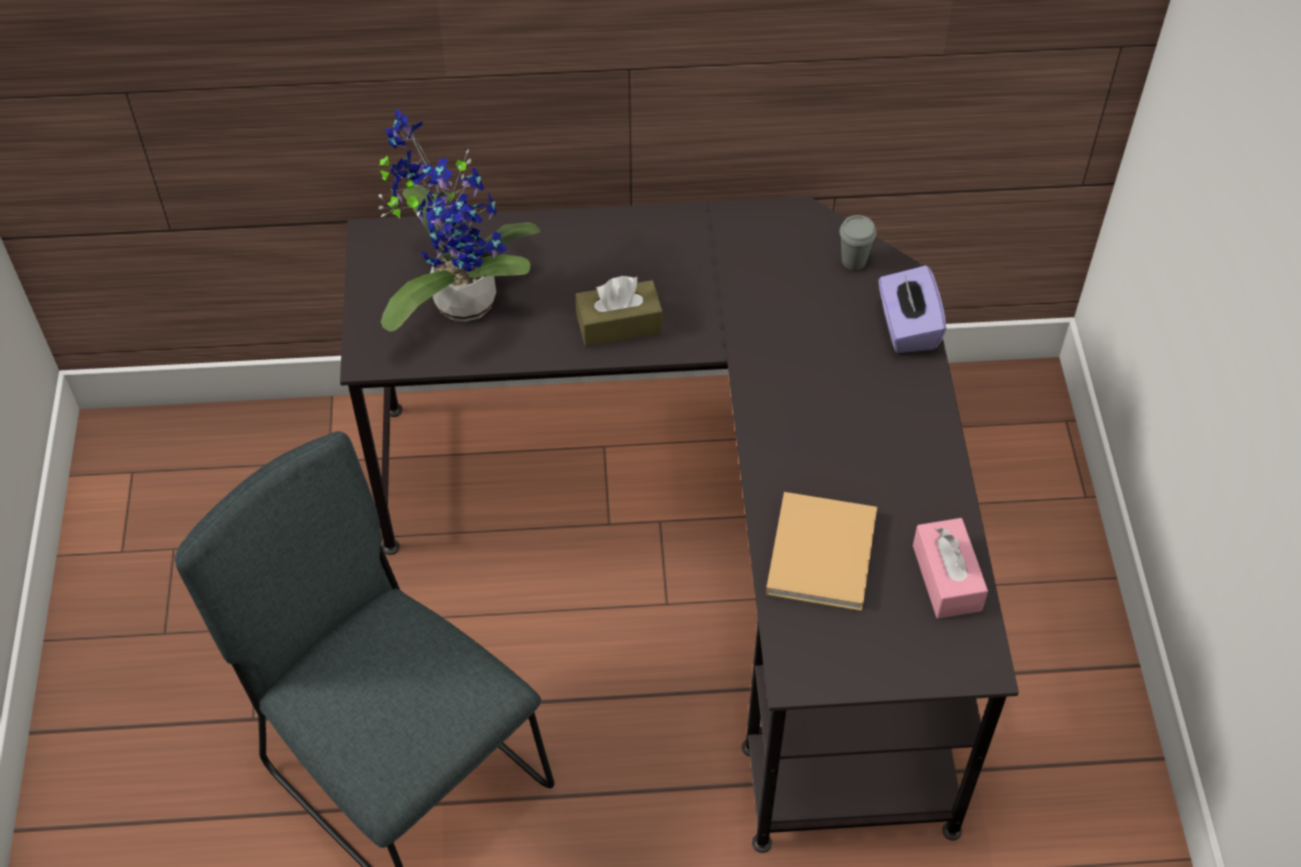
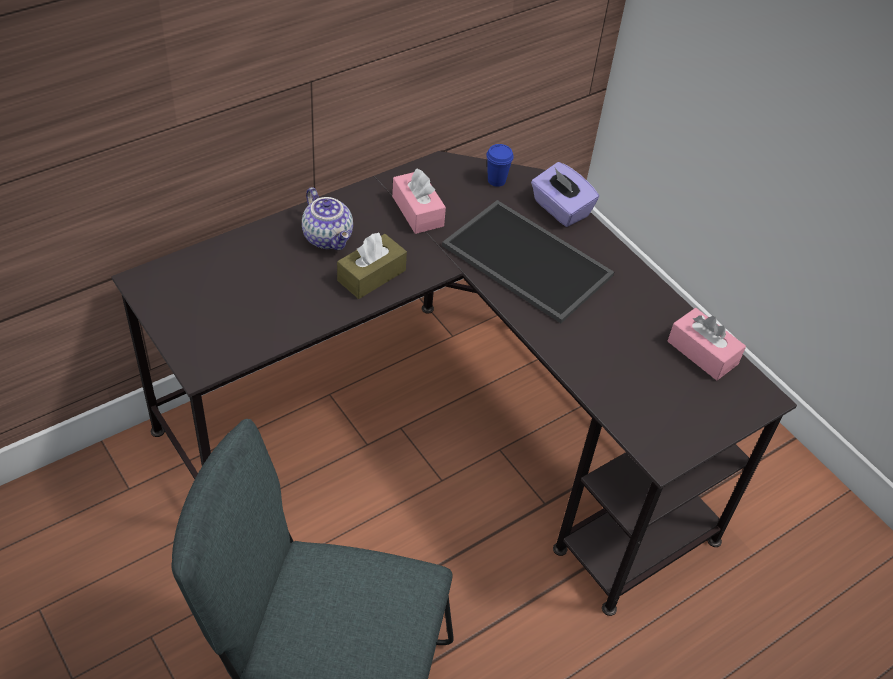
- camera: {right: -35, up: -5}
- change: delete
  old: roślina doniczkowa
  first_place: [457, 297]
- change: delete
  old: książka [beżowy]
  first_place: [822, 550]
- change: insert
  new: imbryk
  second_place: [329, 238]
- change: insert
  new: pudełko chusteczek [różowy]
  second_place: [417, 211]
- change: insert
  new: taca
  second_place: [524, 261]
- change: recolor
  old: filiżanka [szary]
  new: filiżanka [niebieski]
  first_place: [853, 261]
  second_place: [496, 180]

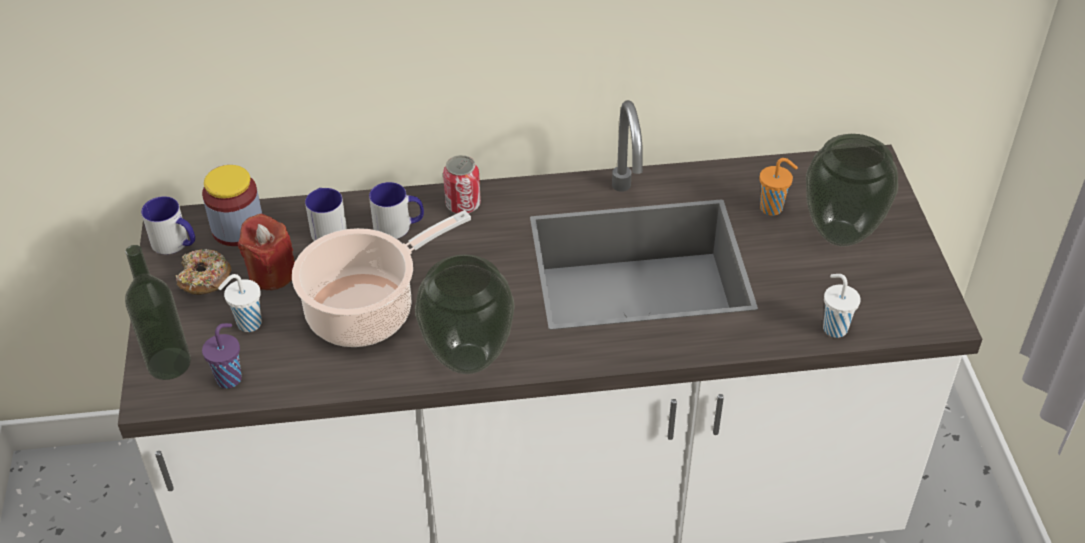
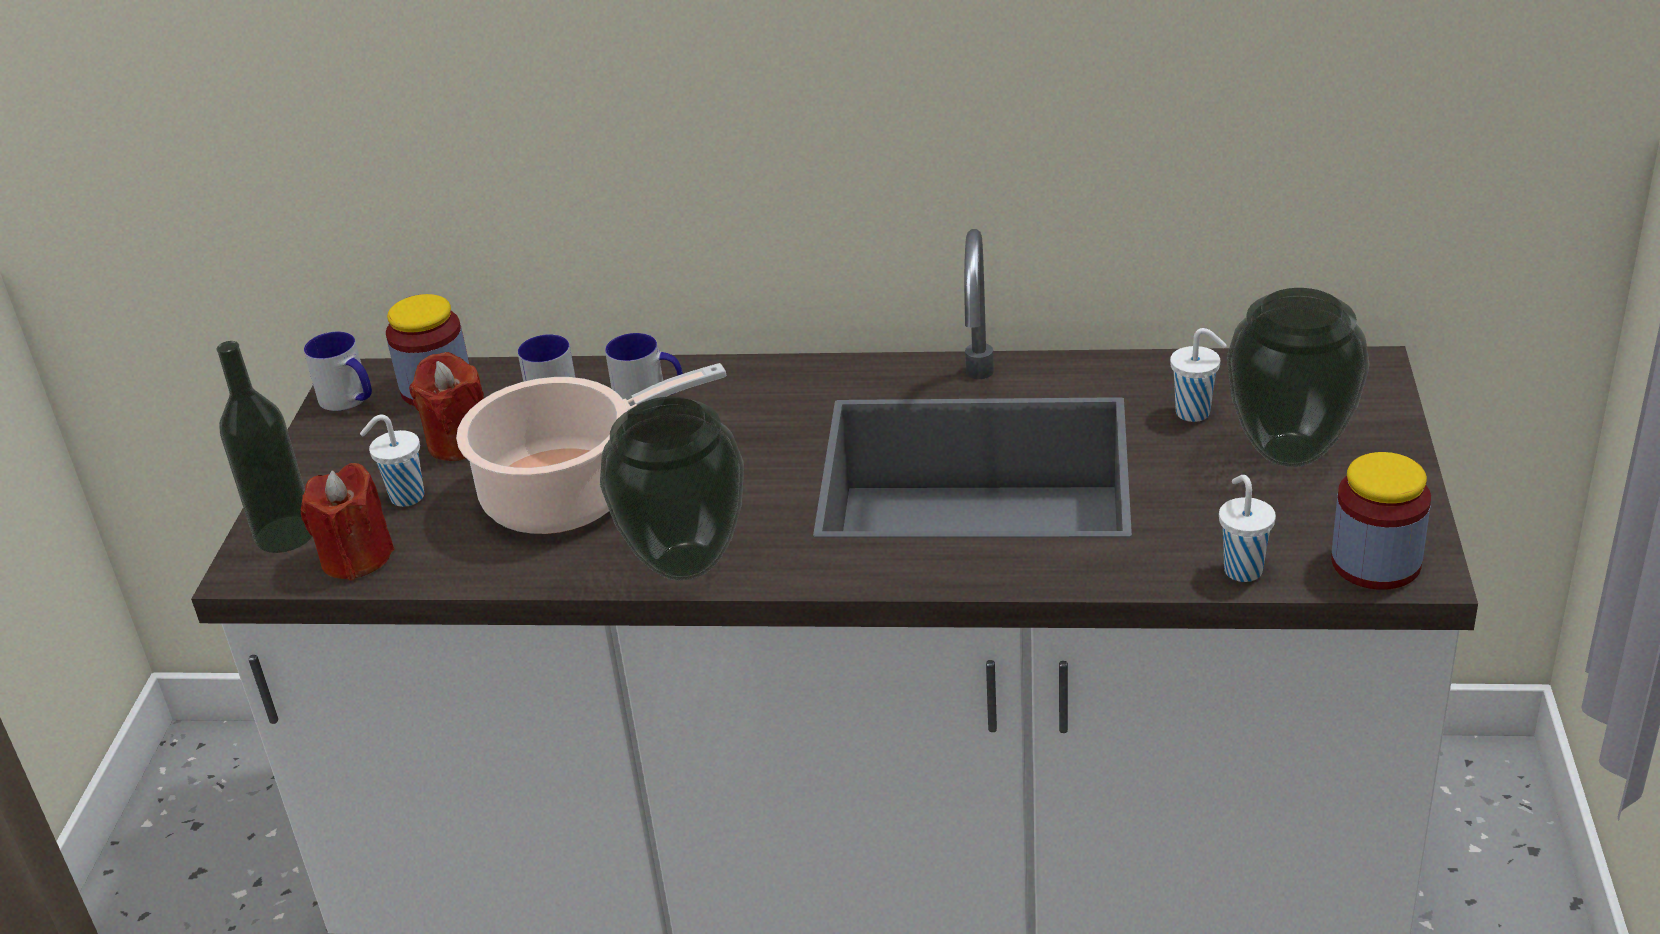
- camera: {right: 15, up: -10}
- change: delete
  old: donut
  first_place: [204, 279]
- change: delete
  old: puszka
  first_place: [463, 204]
- change: insert
  new: słoik
  second_place: [1375, 563]
- change: replace
  old: filiżanka [fioletowy]
  new: świeca [czerwony]
  first_place: [230, 378]
  second_place: [356, 557]
- change: recolor
  old: filiżanka [pomarańczowy]
  new: filiżanka [biały]
  first_place: [772, 208]
  second_place: [1195, 413]

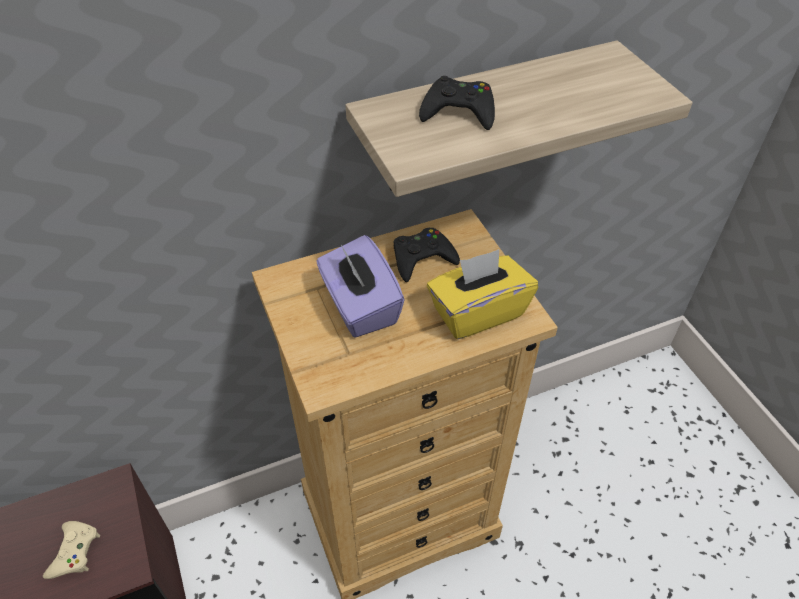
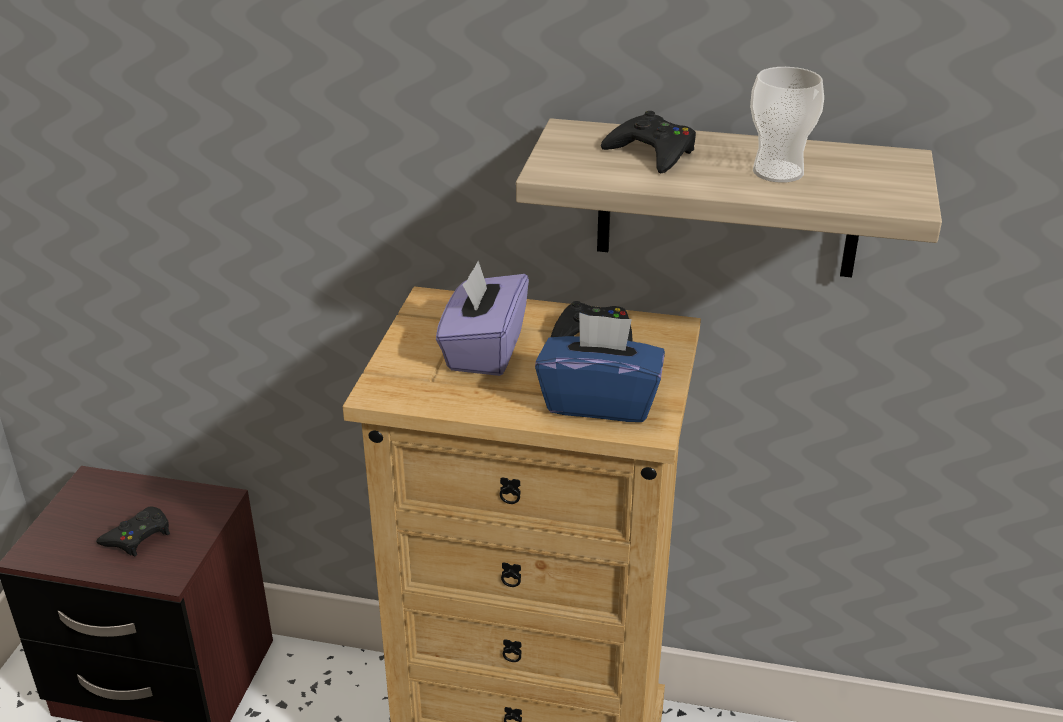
- camera: {right: 35, up: -15}
- change: insert
  new: filiżanka
  second_place: [778, 172]
- change: recolor
  old: pad do gier [beżowy]
  new: pad do gier [czarny]
  first_place: [74, 552]
  second_place: [138, 536]
- change: recolor
  old: pudełko chusteczek [żółty]
  new: pudełko chusteczek [niebieski]
  first_place: [477, 312]
  second_place: [600, 402]

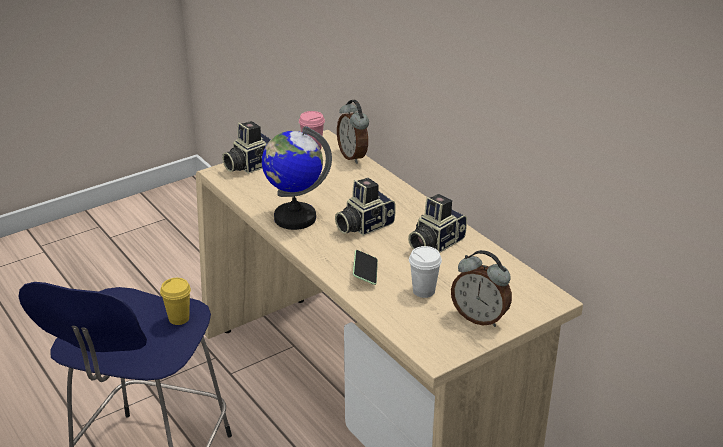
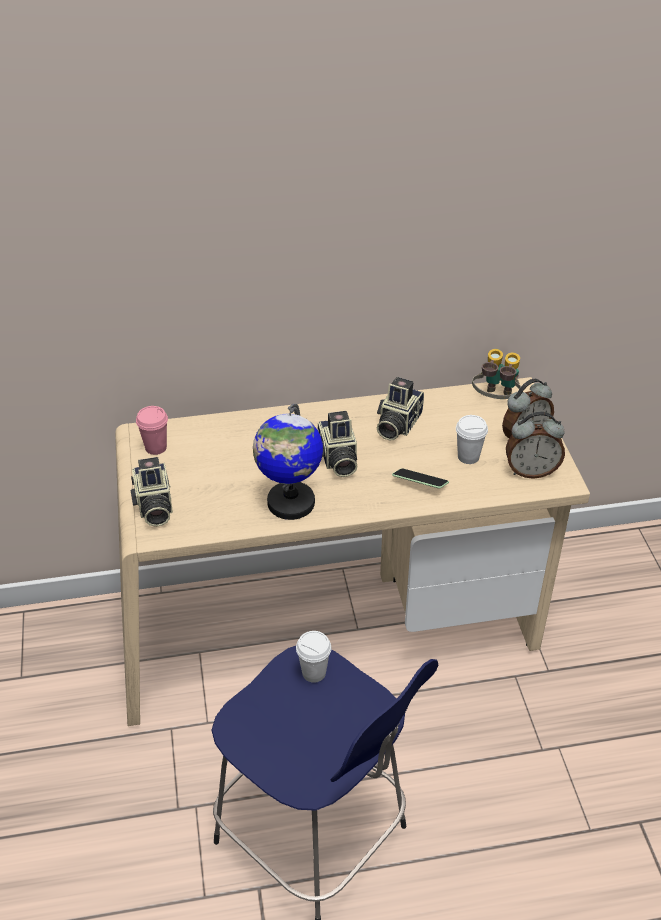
- camera: {right: -65, up: 10}
- change: insert
  new: lornetka
  second_place: [495, 400]
- change: move
  old: budzik
  first_place: [353, 156]
  second_place: [531, 471]
- change: recolor
  old: filiżanka [żółty]
  new: filiżanka [biały]
  first_place: [179, 318]
  second_place: [314, 673]
- change: rotate
  old: aparat fotograficzny
  first_place: [434, 243]
  second_place: [396, 424]
  degrees: 45

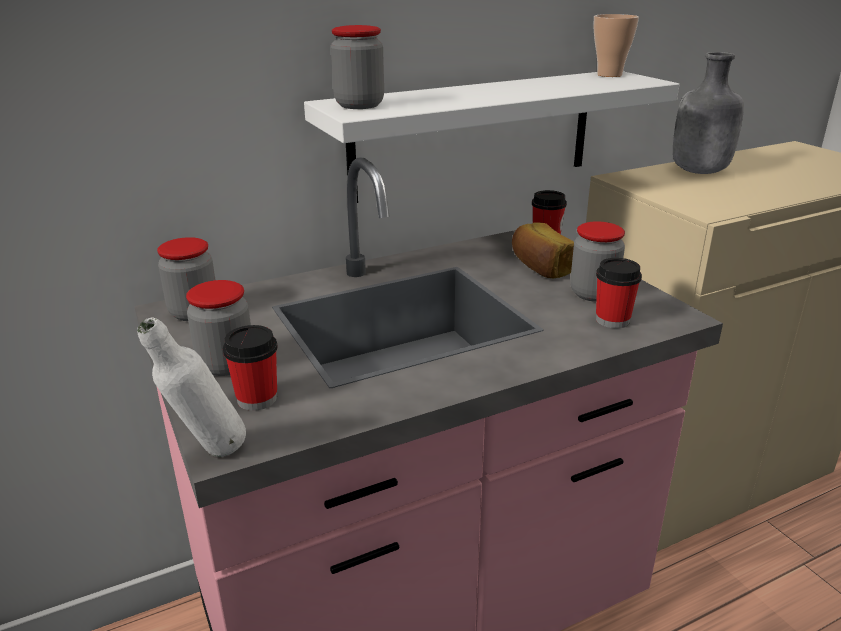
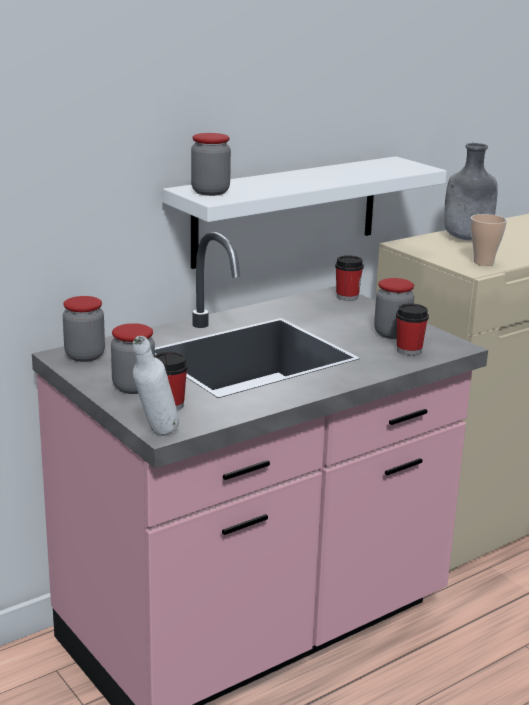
- camera: {right: -10, up: -5}
- change: delete
  old: chleb
  first_place: [540, 267]
- change: move
  old: filiżanka
  first_place: [609, 75]
  second_place: [483, 262]

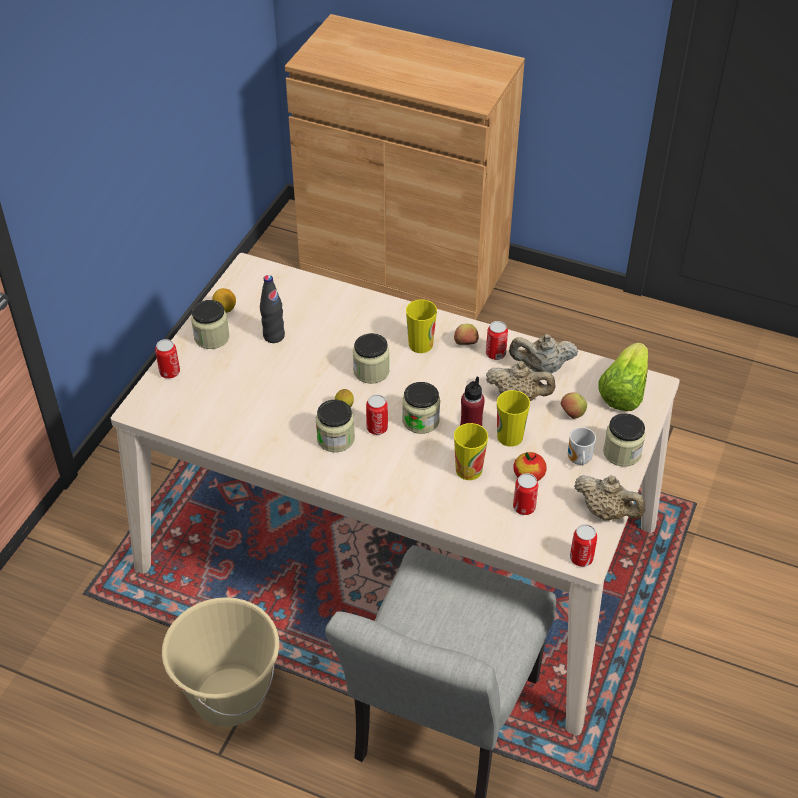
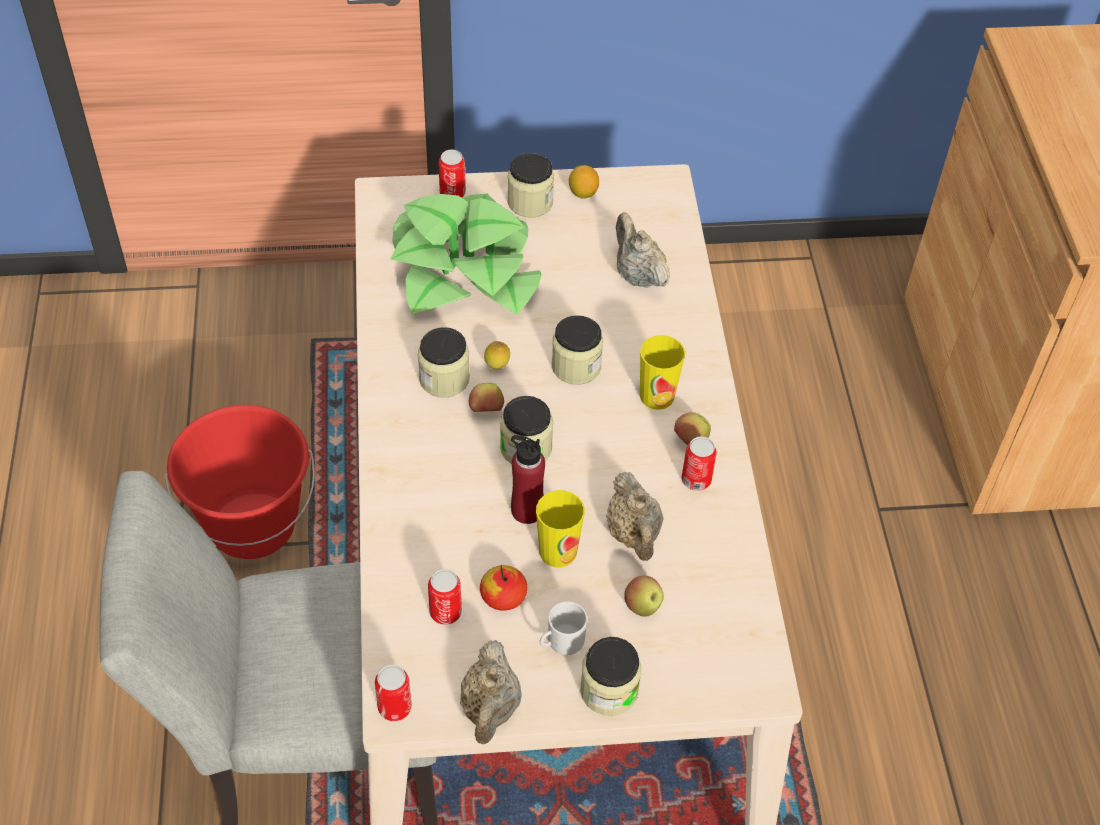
- camera: {right: 60, up: 5}
- change: delete
  old: butelka [czarny]
  first_place: [274, 336]
- change: delete
  old: filiżanka
  first_place: [468, 470]
- change: delete
  old: sałata
  first_place: [623, 391]
- change: insert
  new: roślina doniczkowa
  second_place: [464, 270]
- change: move
  old: imbryk [beżowy]
  first_place: [541, 368]
  second_place: [638, 275]
- change: replace
  old: puszka
  new: jabłko
  first_place: [377, 428]
  second_place: [486, 410]
- change: recolor
  old: wiadro [beżowy]
  new: wiadro [czerwony]
  first_place: [229, 696]
  second_place: [253, 525]

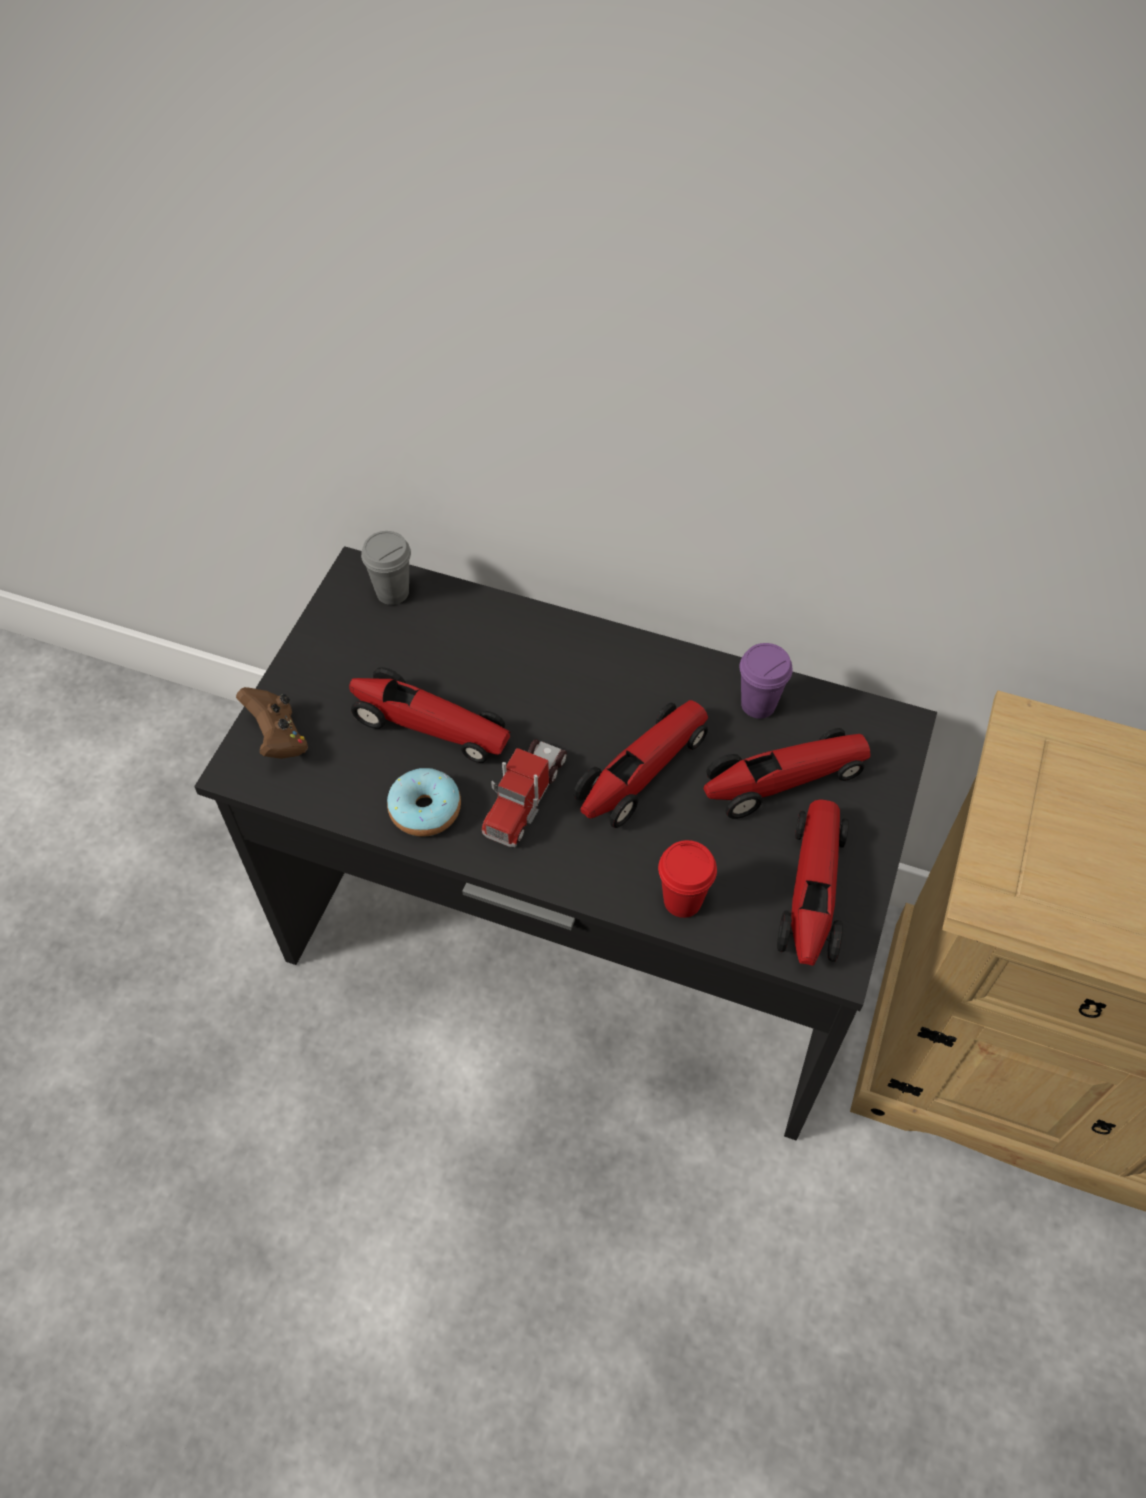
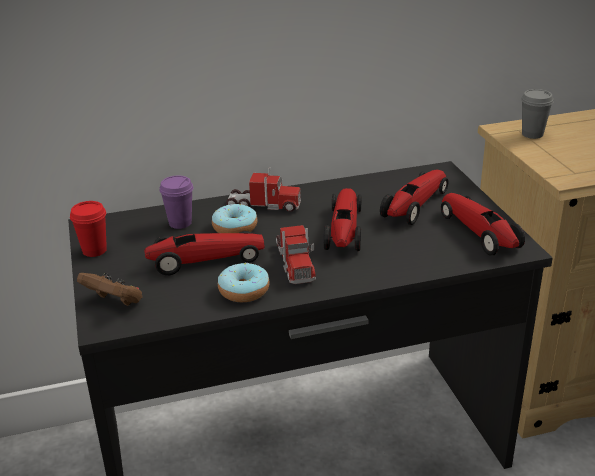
- camera: {right: -35, up: -25}
- change: insert
  new: donut
  second_place: [235, 228]
- change: insert
  new: ciężarówka zabawkowa
  second_place: [264, 205]
- change: move
  old: filiżanka [szary]
  first_place: [392, 592]
  second_place: [532, 134]
- change: move
  old: filiżanka [czerwony]
  first_place: [682, 900]
  second_place: [94, 250]
- change: move
  old: filiżanka [fioletowy]
  first_place: [758, 704]
  second_place: [180, 223]

